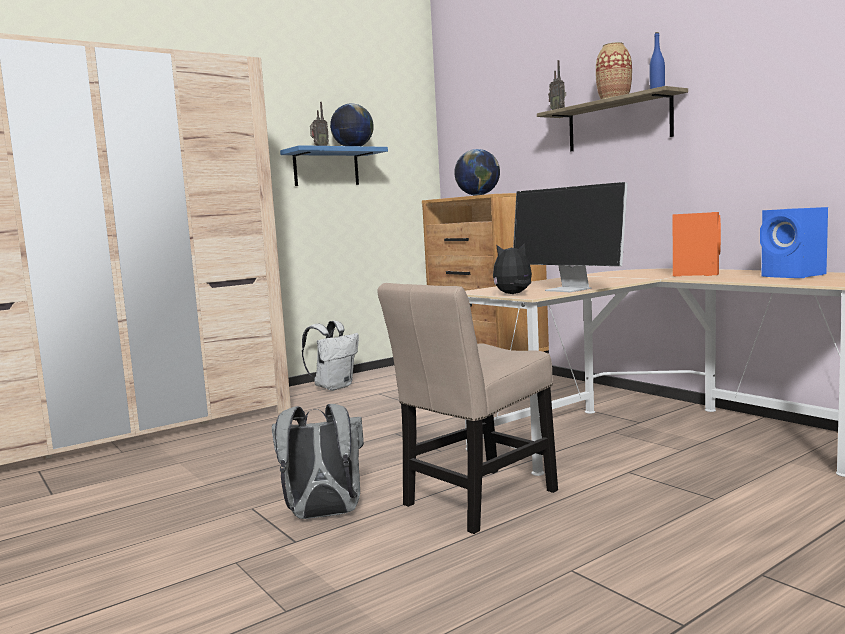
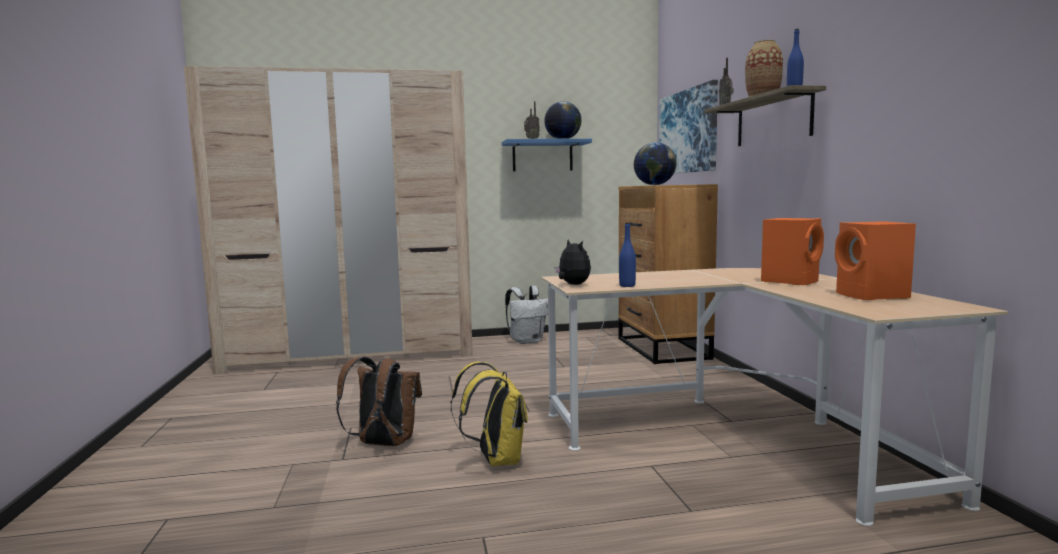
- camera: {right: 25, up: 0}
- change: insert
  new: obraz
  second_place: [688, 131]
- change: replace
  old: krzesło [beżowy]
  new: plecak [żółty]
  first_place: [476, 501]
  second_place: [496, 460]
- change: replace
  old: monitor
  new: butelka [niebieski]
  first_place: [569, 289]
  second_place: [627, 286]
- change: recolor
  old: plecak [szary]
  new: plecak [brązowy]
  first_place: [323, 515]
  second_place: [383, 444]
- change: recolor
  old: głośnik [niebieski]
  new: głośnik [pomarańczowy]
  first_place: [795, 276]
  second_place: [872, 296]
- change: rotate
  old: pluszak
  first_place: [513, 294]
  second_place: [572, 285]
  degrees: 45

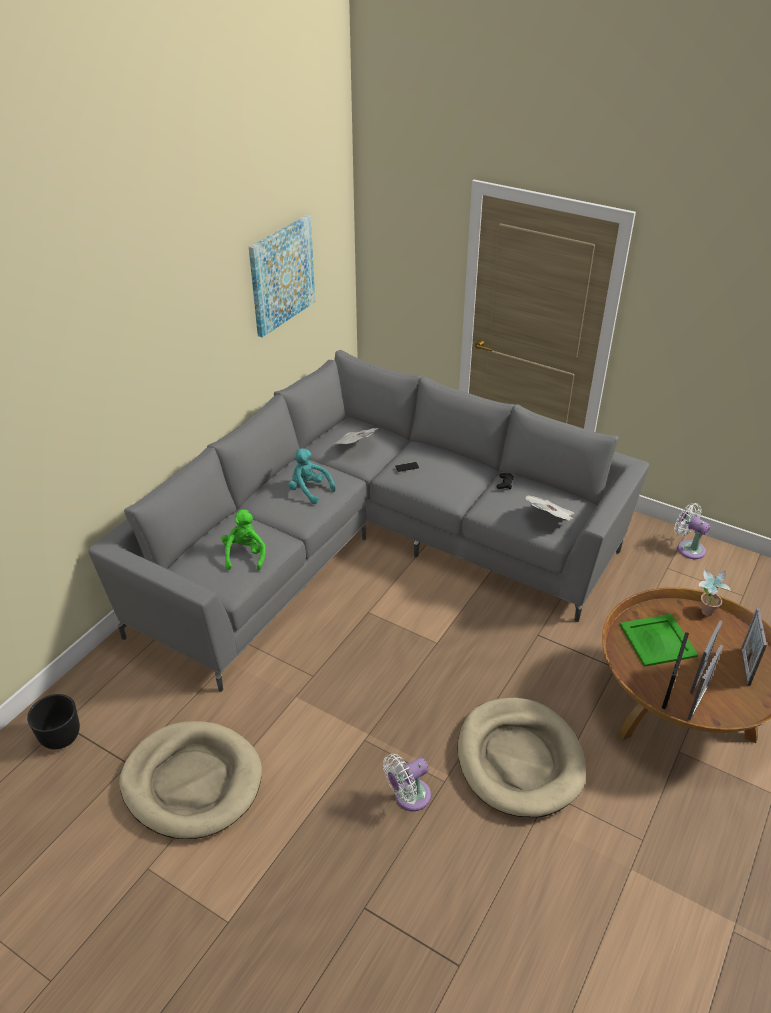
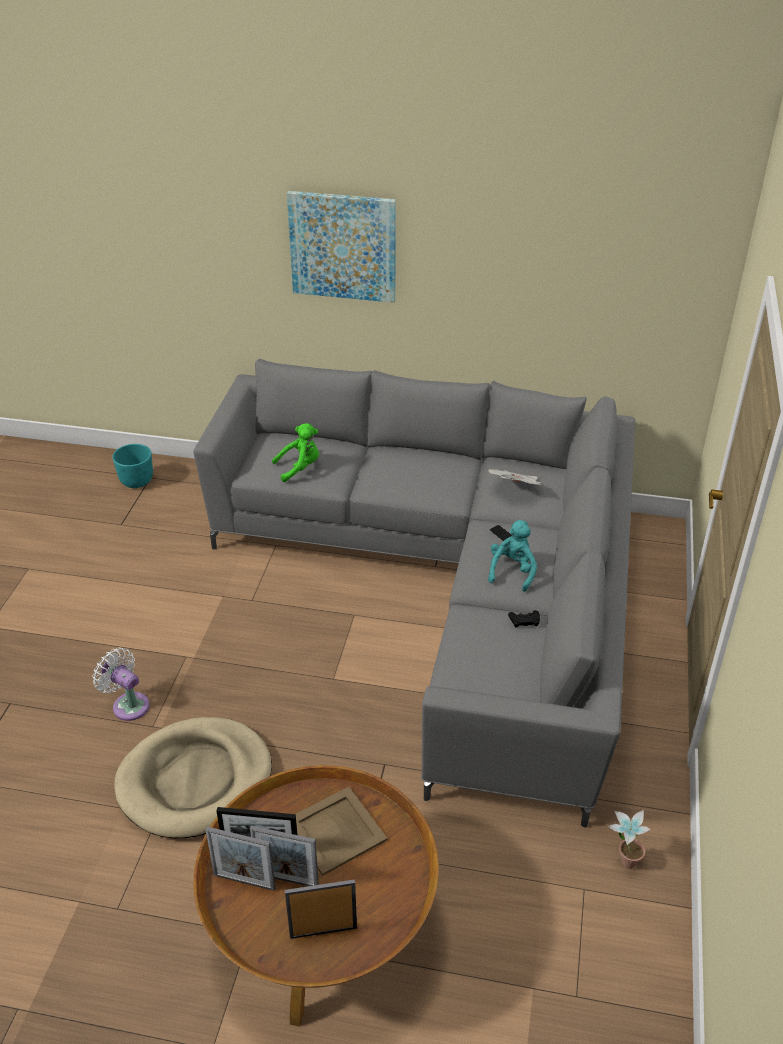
- camera: {right: 70, up: 0}
- change: delete
  old: legowisko [beżowy]
  first_place: [192, 782]
- change: delete
  old: gazeta
  first_place: [550, 518]
- change: delete
  old: wentylator [biały]
  first_place: [688, 548]
- change: move
  old: obraz
  first_place: [281, 275]
  second_place: [343, 246]
- change: move
  old: pluszak [turkusowy]
  first_place: [309, 490]
  second_place: [512, 571]
- change: move
  old: roślina doniczkowa
  first_place: [704, 614]
  second_place: [623, 859]
- change: recolor
  old: donica [czarny]
  new: donica [turkusowy]
  first_place: [61, 736]
  second_place: [137, 481]
- change: recolor
  old: taca [zielony]
  new: taca [beżowy]
  first_place: [657, 641]
  second_place: [335, 830]

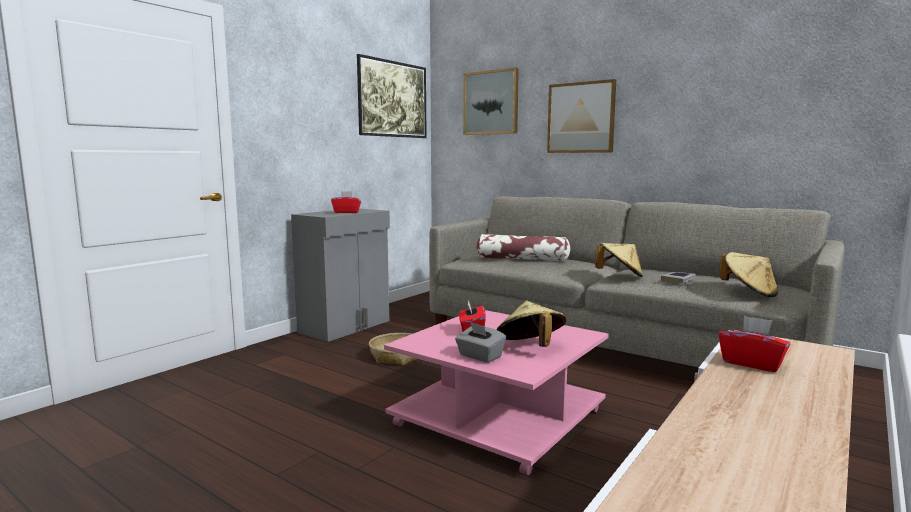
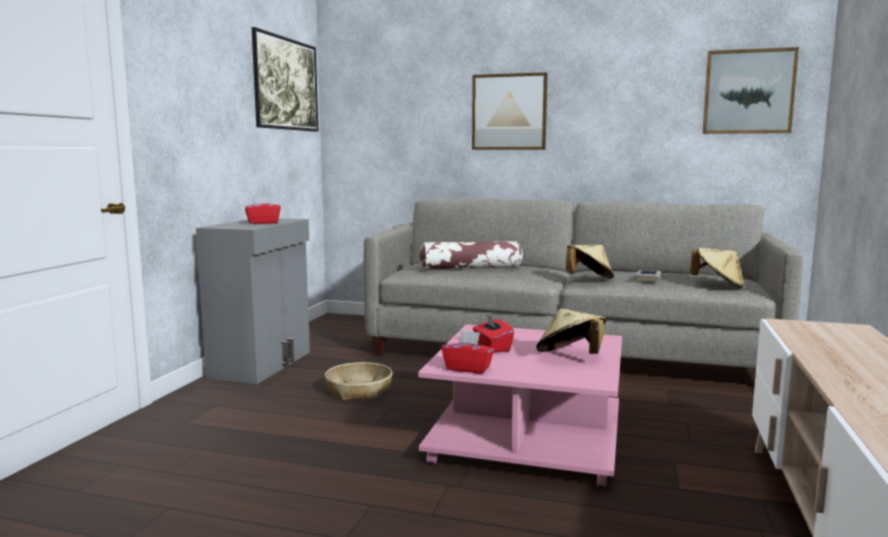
- camera: {right: -20, up: 0}
- change: delete
  old: pudełko chusteczek [szary]
  first_place: [479, 356]
- change: move
  old: obraz
  first_place: [491, 103]
  second_place: [748, 92]
- change: move
  old: pudełko chusteczek [czerwony]
  first_place: [752, 363]
  second_place: [468, 368]

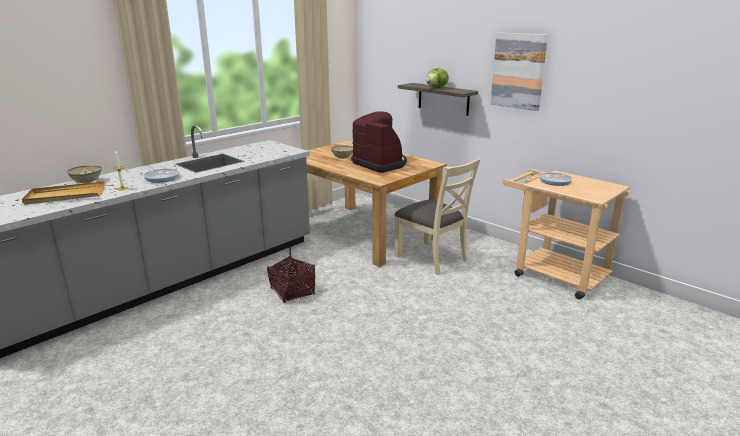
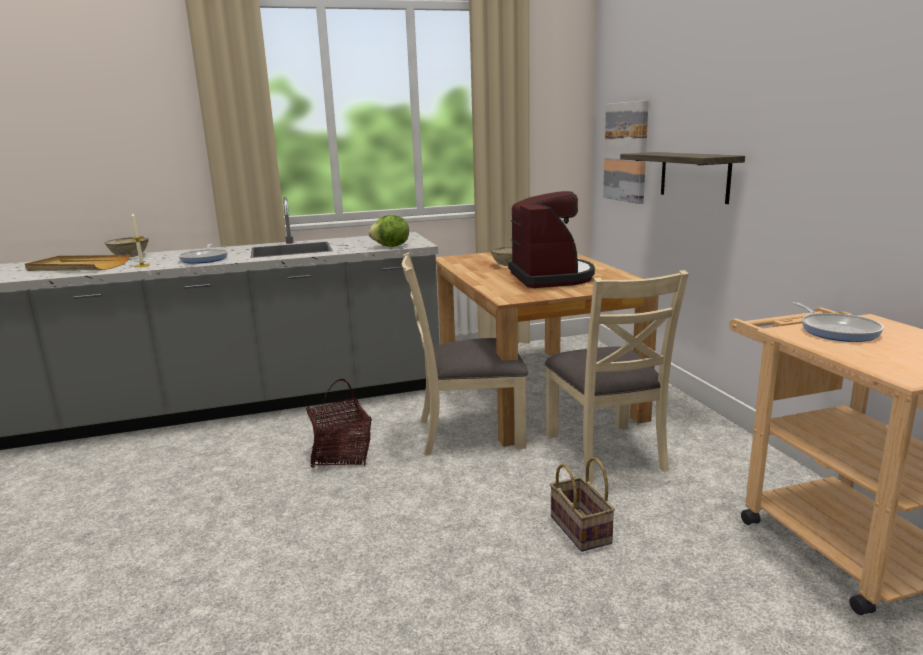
- camera: {right: 30, up: -5}
- change: insert
  new: krzesło [beżowy]
  second_place: [468, 433]
- change: insert
  new: koszyk
  second_place: [582, 530]
- change: move
  old: sałata
  first_place: [437, 88]
  second_place: [391, 247]
- change: move
  old: obraz
  first_place: [518, 71]
  second_place: [626, 152]

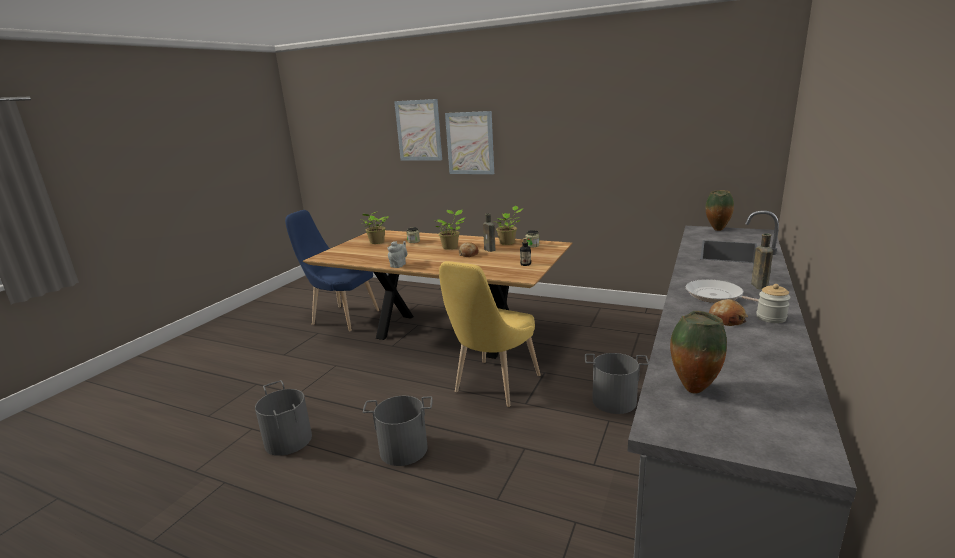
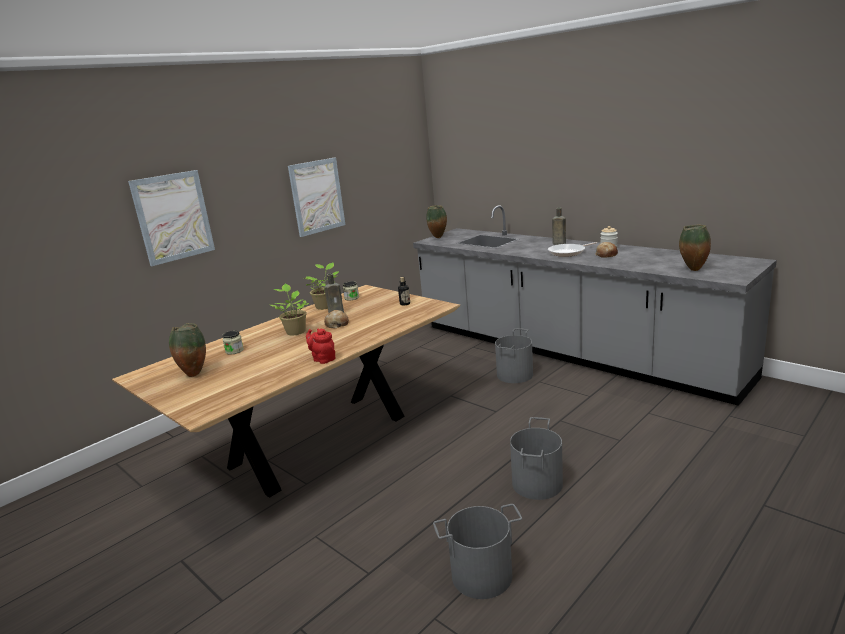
- camera: {right: -70, up: 0}
- change: delete
  old: krzesło [niebieski]
  first_place: [341, 317]
- change: delete
  old: krzesło [żółty]
  first_place: [493, 386]
- change: move
  old: obraz
  first_place: [418, 130]
  second_place: [317, 196]
- change: replace
  old: roślina doniczkowa
  new: wazon
  first_place: [376, 242]
  second_place: [194, 374]
- change: recolor
  old: imbryk [szary]
  new: imbryk [czerwony]
  first_place: [399, 265]
  second_place: [323, 359]

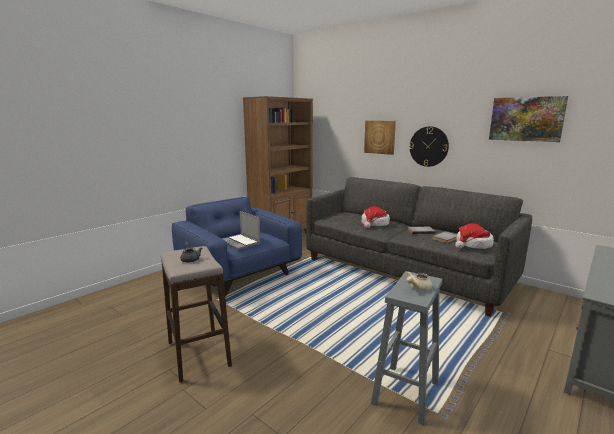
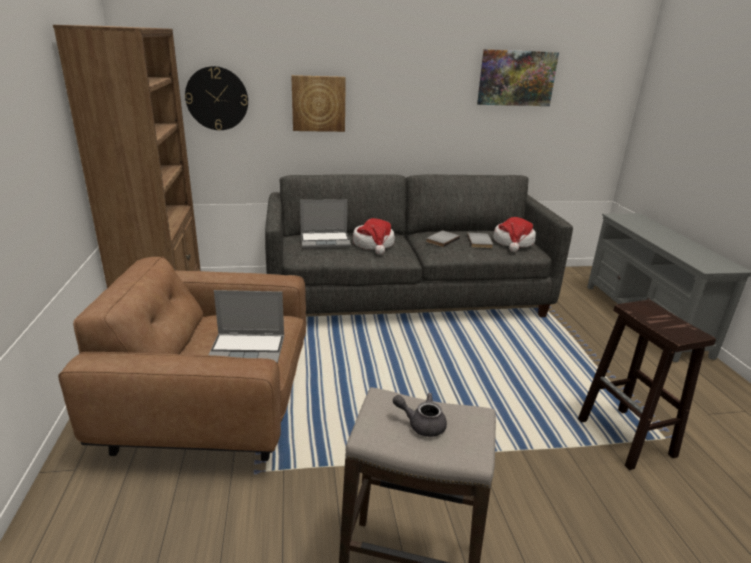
- camera: {right: -50, up: 10}
- change: delete
  old: imbryk [beżowy]
  first_place: [417, 288]
- change: insert
  new: laptop
  second_place: [326, 241]
- change: move
  old: zegar ścienny
  first_place: [428, 146]
  second_place: [217, 98]
- change: recolor
  old: fotel [niebieski]
  new: fotel [brązowy]
  first_place: [239, 273]
  second_place: [213, 406]
- change: recolor
  old: stołek [szary]
  new: stołek [brązowy]
  first_place: [406, 393]
  second_place: [627, 438]

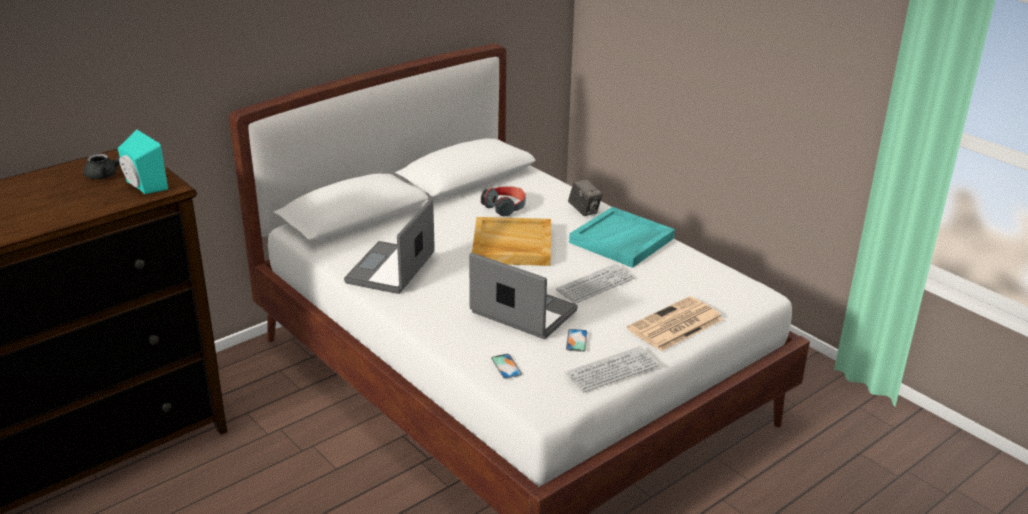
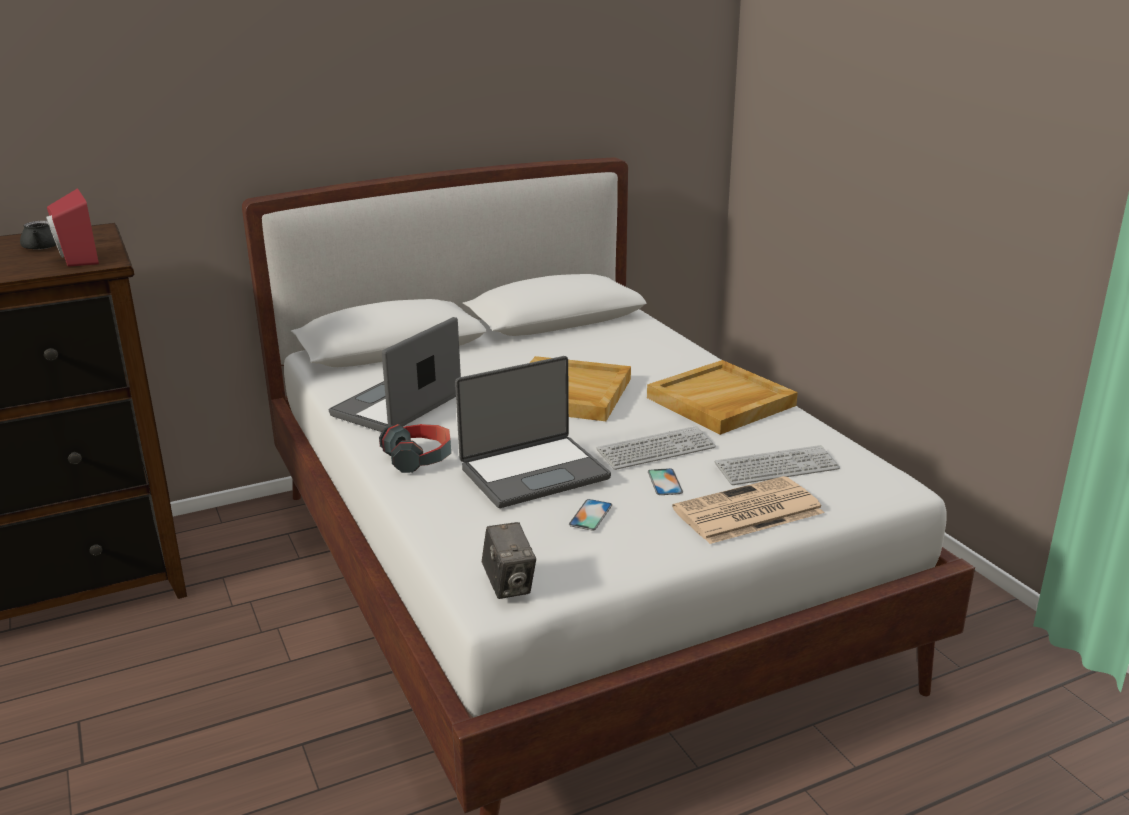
- camera: {right: 15, up: -5}
- change: move
  old: słuchawki
  first_place: [505, 207]
  second_place: [419, 458]
- change: move
  old: telefon
  first_place: [506, 366]
  second_place: [665, 482]
- change: move
  old: klawiatura
  first_place: [612, 370]
  second_place: [776, 467]
- change: move
  old: aparat fotograficzny
  first_place: [584, 210]
  second_place: [509, 585]
- change: recolor
  old: głośnik [turkusowy]
  new: głośnik [czerwony]
  first_place: [143, 186]
  second_place: [75, 259]
- change: recolor
  old: taca [turkusowy]
  new: taca [beżowy]
  first_place: [622, 241]
  second_place: [720, 402]
- change: rotate
  old: laptop
  first_place: [522, 313]
  second_place: [533, 472]
  degrees: 105

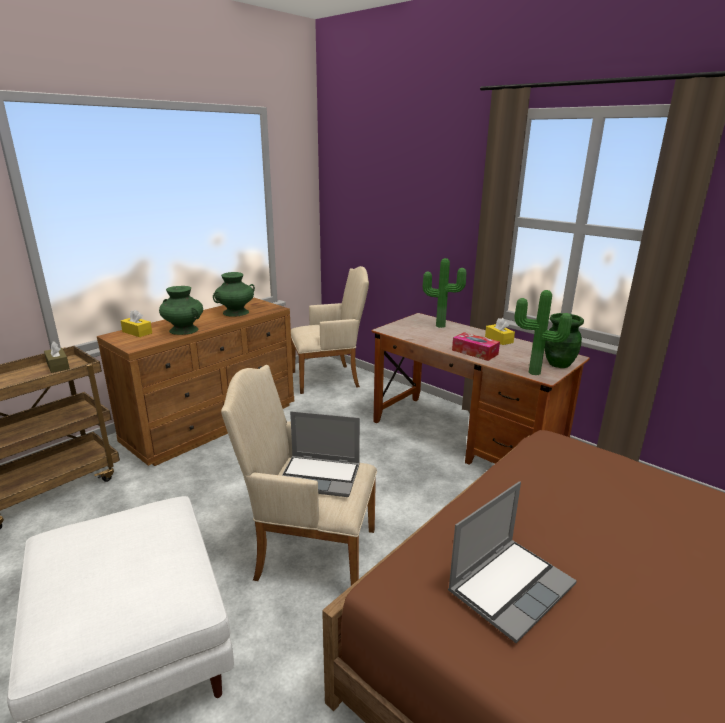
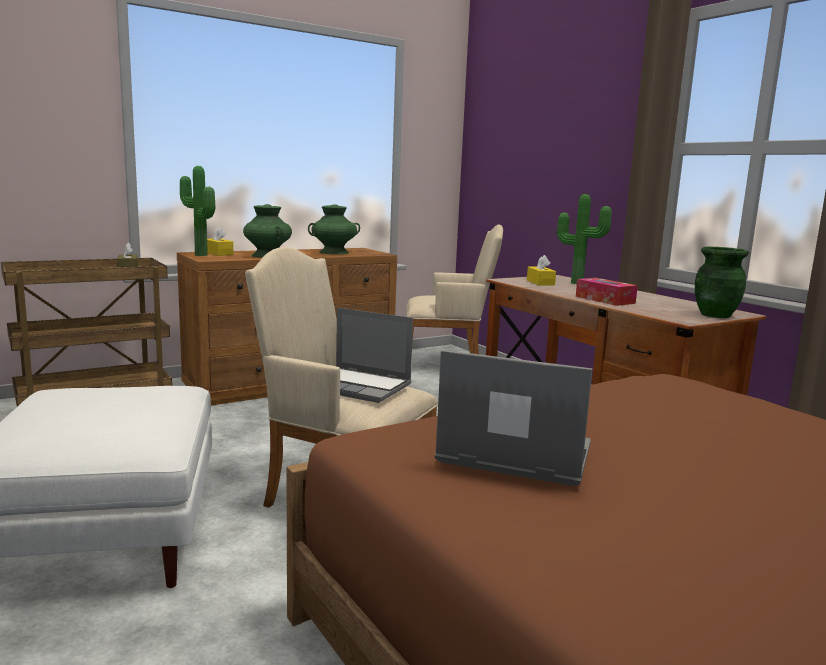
- camera: {right: 15, up: -10}
- change: move
  old: pudełko chusteczek [żółty]
  first_place: [499, 339]
  second_place: [540, 282]
- change: move
  old: roślina doniczkowa
  first_place: [534, 373]
  second_place: [199, 255]
- change: rotate
  old: laptop
  first_place: [510, 587]
  second_place: [512, 455]
  degrees: -135

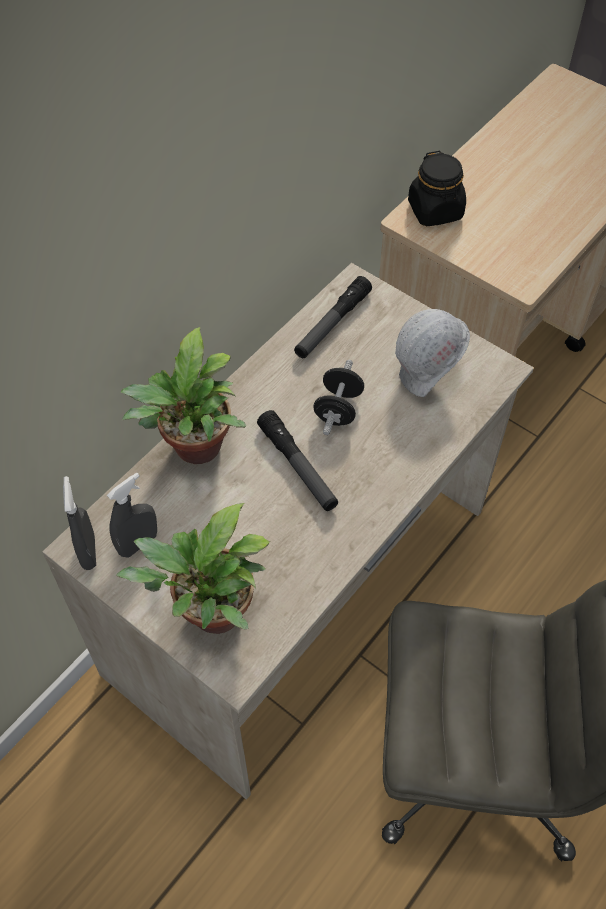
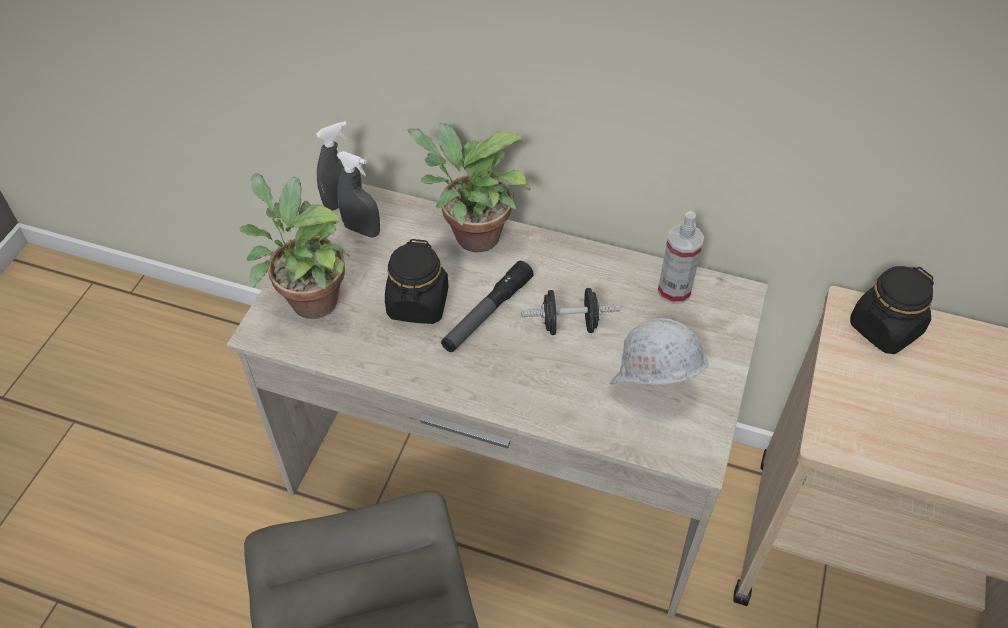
- camera: {right: 70, up: -5}
- change: insert
  new: słoik [czarny]
  second_place: [418, 304]
- change: replace
  old: latarka
  new: spryskiwacz
  first_place: [332, 324]
  second_place: [674, 291]

